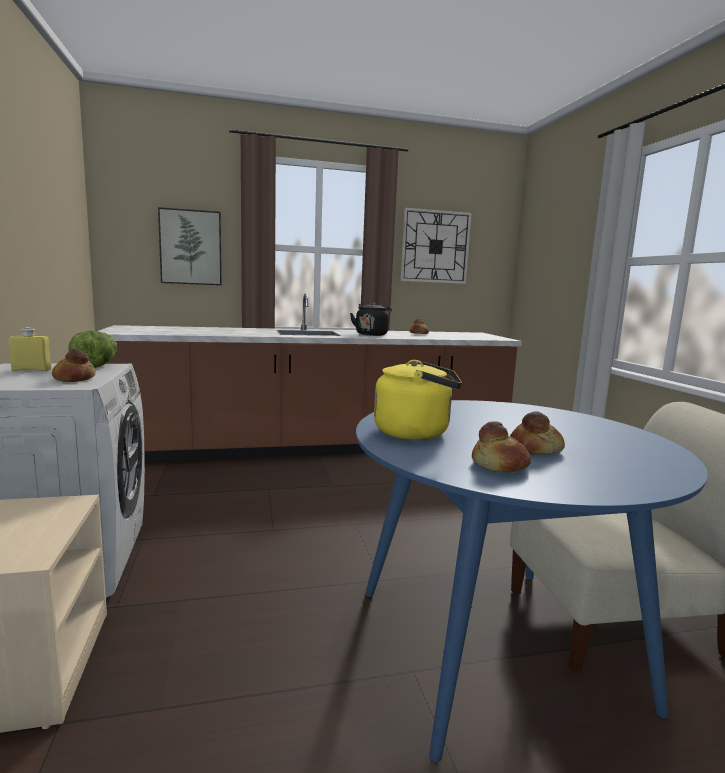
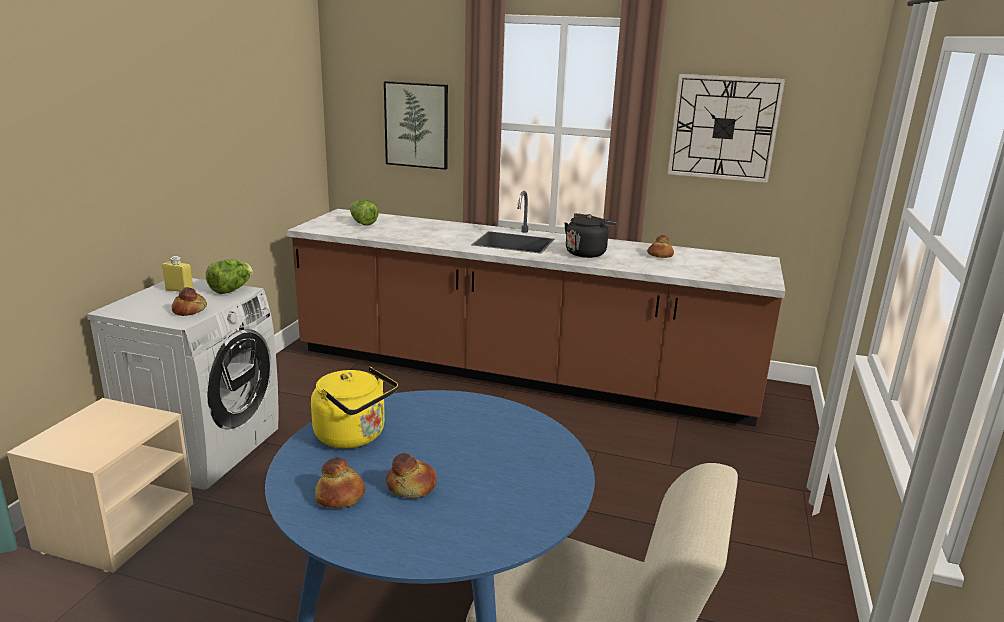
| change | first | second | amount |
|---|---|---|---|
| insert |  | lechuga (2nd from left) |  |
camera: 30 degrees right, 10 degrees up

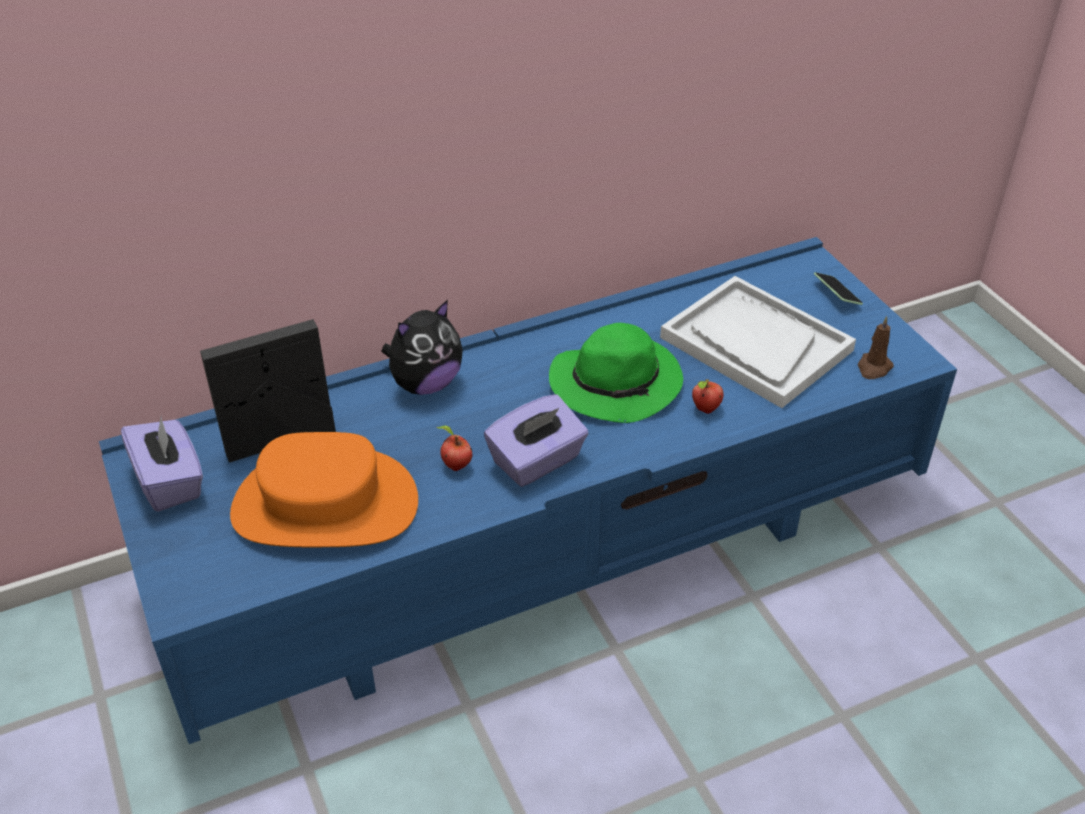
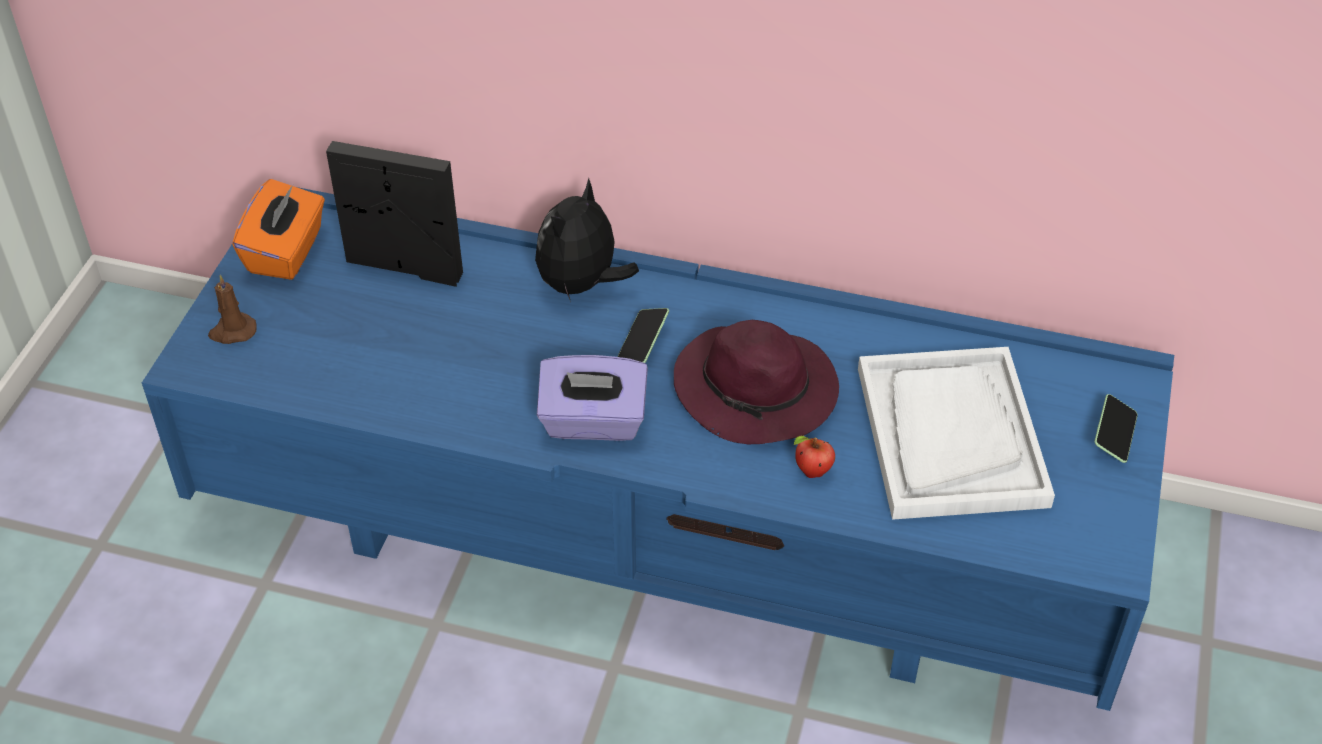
| change | first | second | amount |
|---|---|---|---|
| delete | sombrero (naranja) |  |  |
| delete | manzana (1st from left) |  |  |
| insert |  | móvil (1st from left) |  |
| move | vela (marrón) |  |  |
| recolor | caja de pañuelos (morado) (1st from left) | caja de pañuelos (naranja) |  |
| recolor | sombrero (verde) | sombrero (morado) |  |
| rotate | peluche |  | 120 degrees clockwise |
camera: 40 degrees right, 5 degrees up

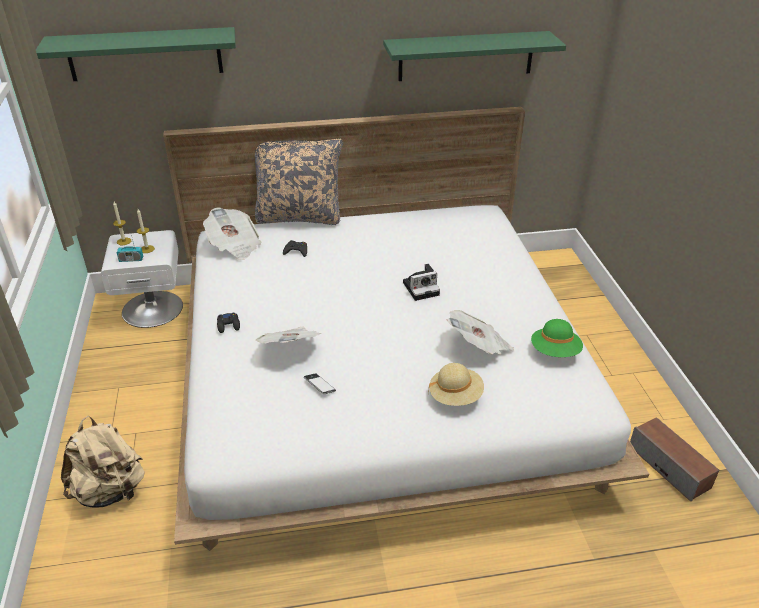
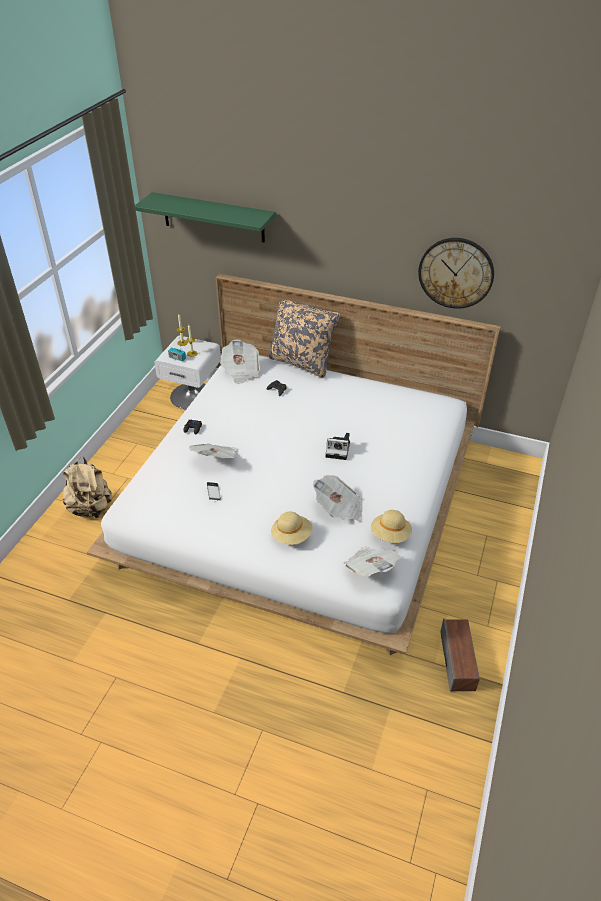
| change | first | second | amount |
|---|---|---|---|
| insert |  | periódico (4th from left) |  |
| replace | estante (verde) (2nd from left) | reloj de pared |  |
| recolor | sombrero (verde) | sombrero (beis) (2nd from left) |  |
camera: 30 degrees right, 5 degrees up

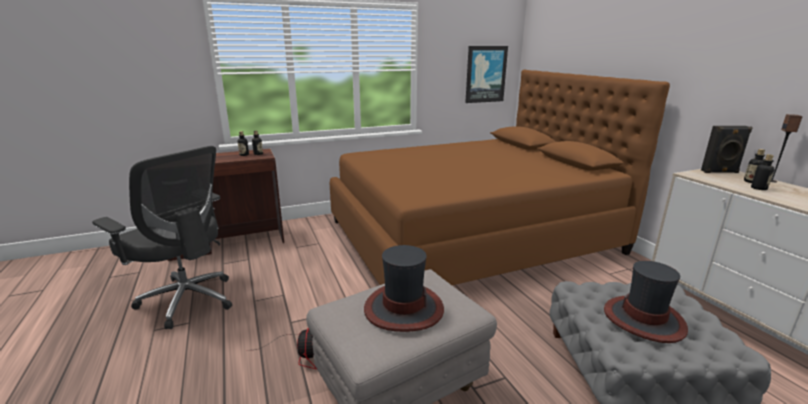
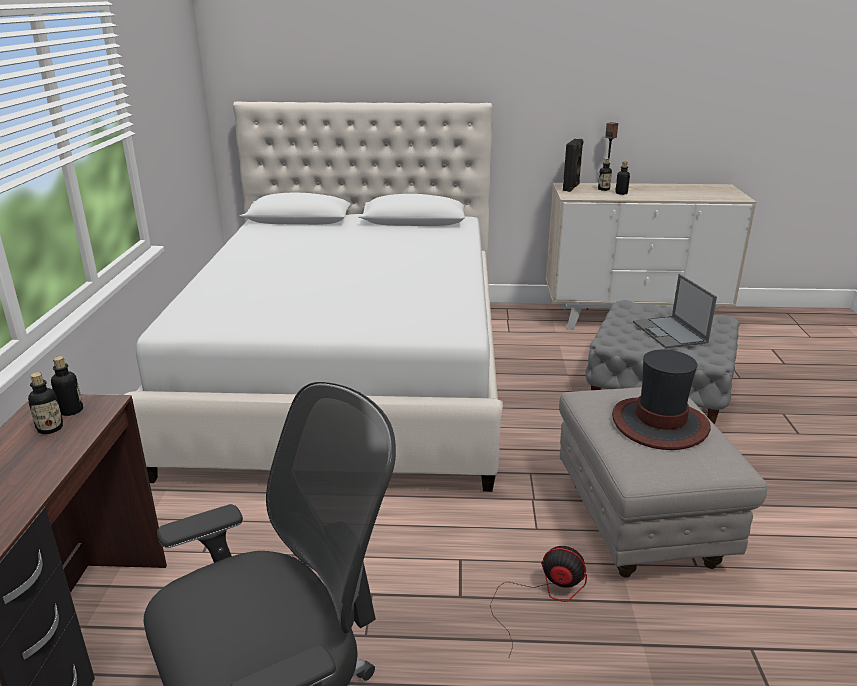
| change | first | second | amount |
|---|---|---|---|
| delete | cuadro |  |  |
| replace | sombrero (2nd from left) | portátil |  |
| recolor | cama (marrón) | cama (blanco) |  |
camera: 65 degrees left, 5 degrees up

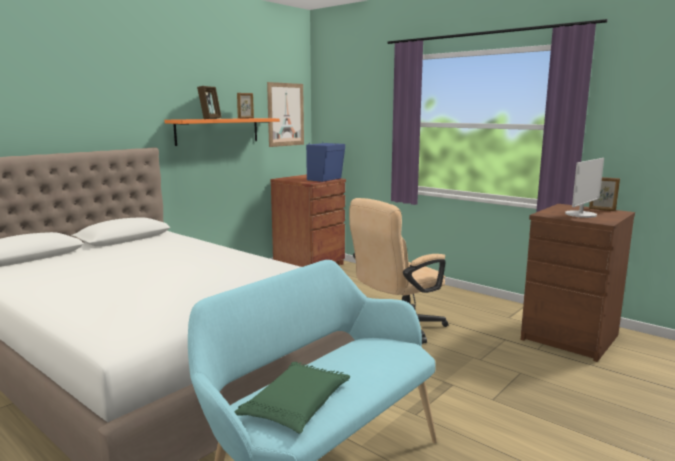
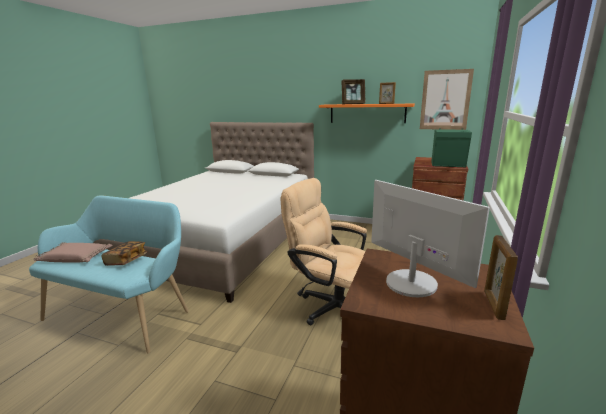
| change | first | second | amount |
|---|---|---|---|
| insert |  | libro |  |
| recolor | cojín (verde) | cojín (beis) |  |
| recolor | altavoz (azul) | altavoz (verde) |  |
| rotate | monitor |  | 150 degrees counterclockwise |
camera: 70 degrees right, 5 degrees up

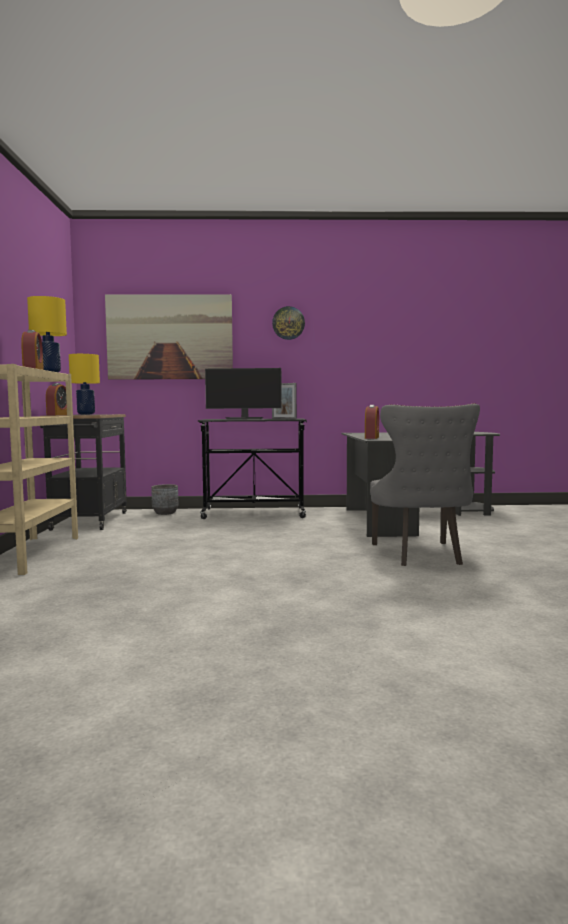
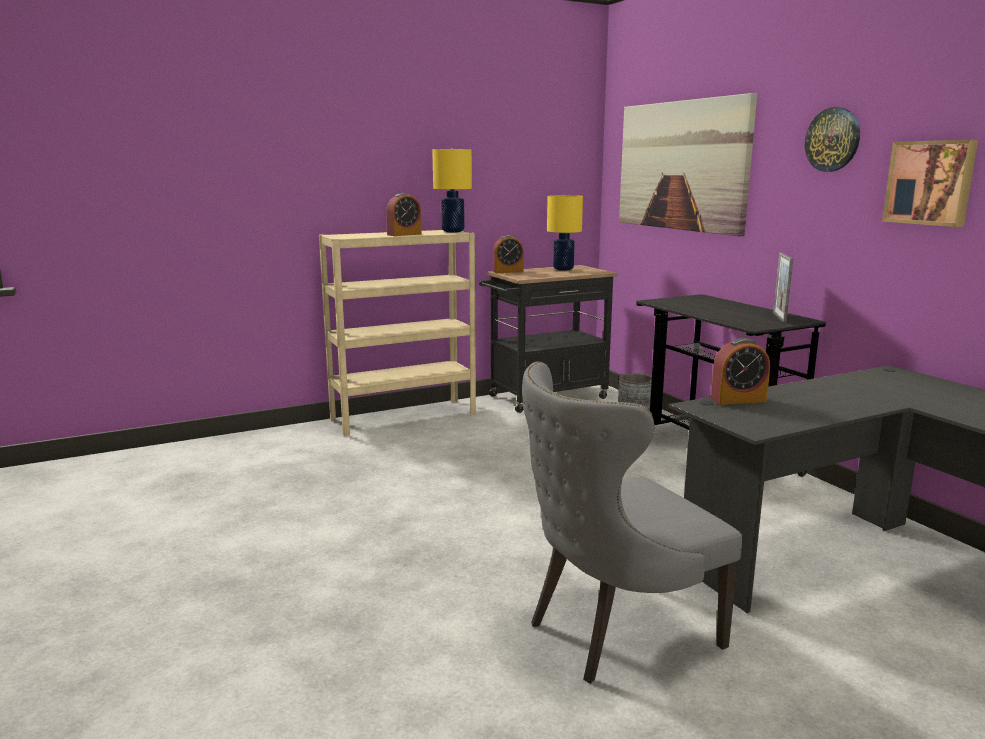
| change | first | second | amount |
|---|---|---|---|
| delete | monitor |  |  |
| insert |  | cuadro (2nd from left) |  |
camera: 65 degrees right, 10 degrees up

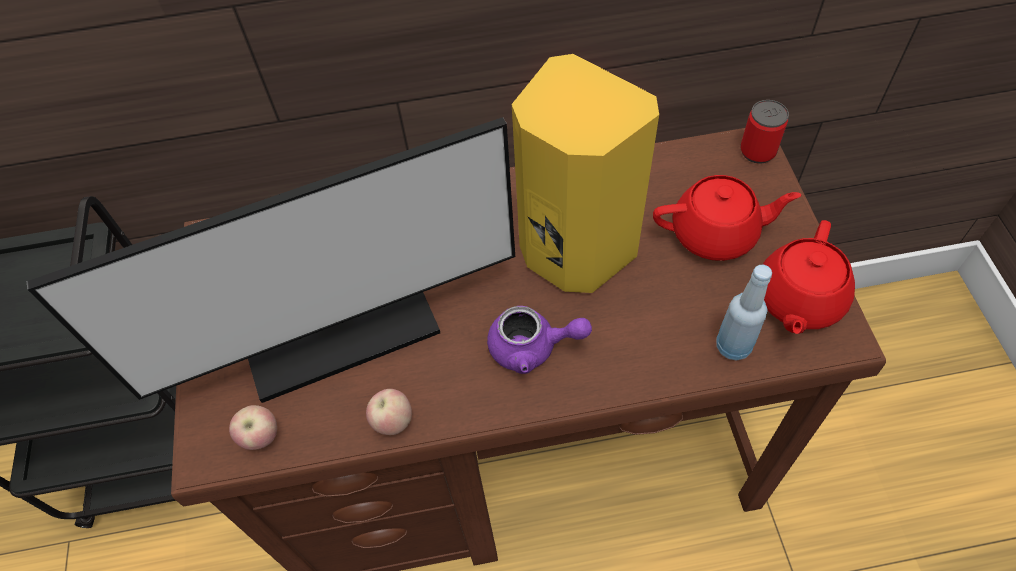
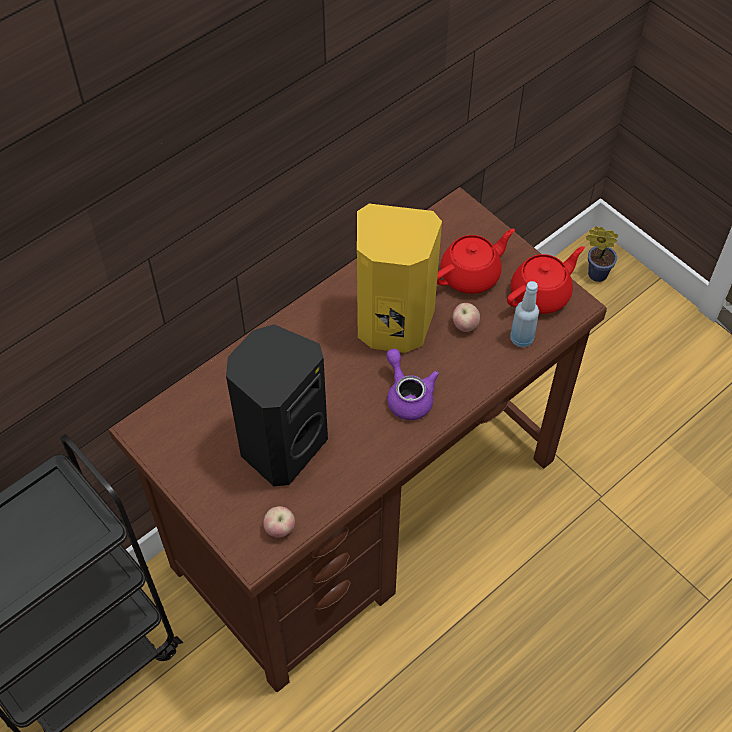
| change | first | second | amount |
|---|---|---|---|
| delete | lata |  |  |
| insert |  | planta en maceta |  |
| move | manzana (2nd from left) |  |  |
| replace | monitor | altavoz (negro) |  |
| rotate | tetera (morado) |  | 90 degrees counterclockwise |
| rotate | tetera (rojo) (2nd from left) |  | 120 degrees counterclockwise |
camera: 35 degrees left, 0 degrees up

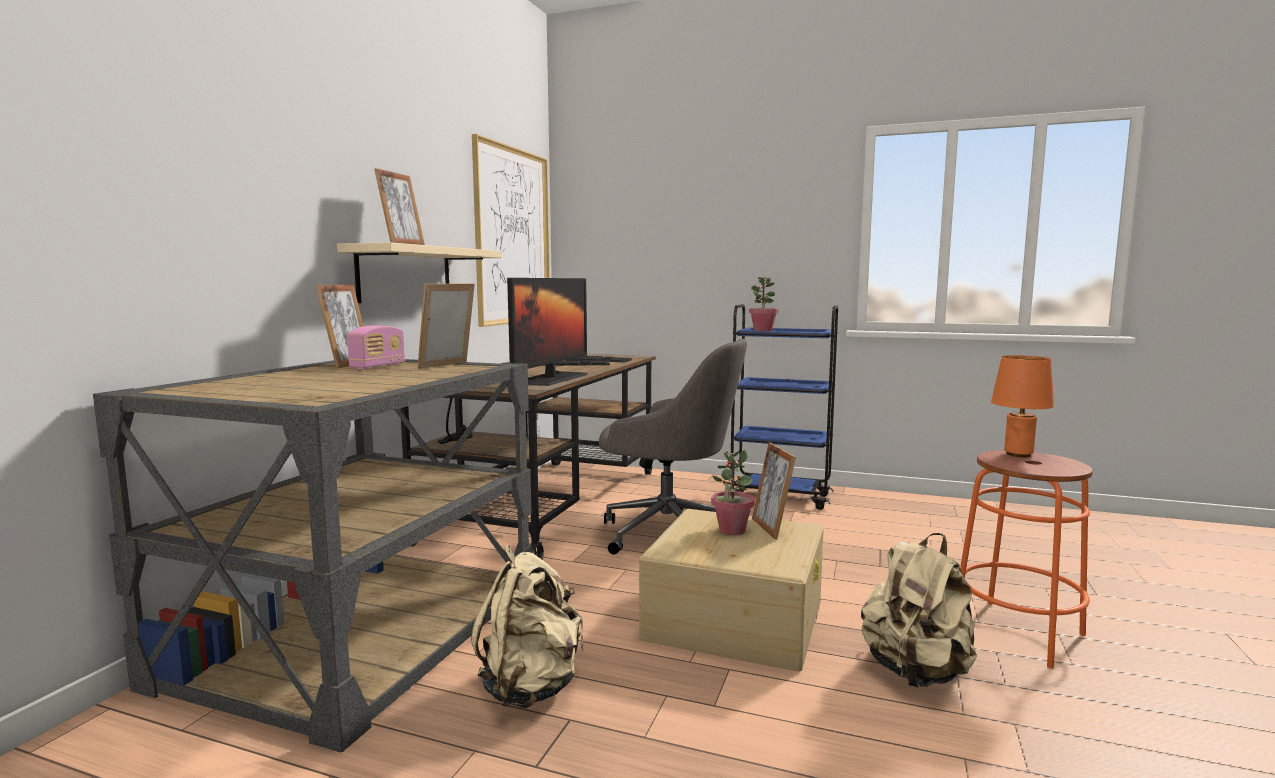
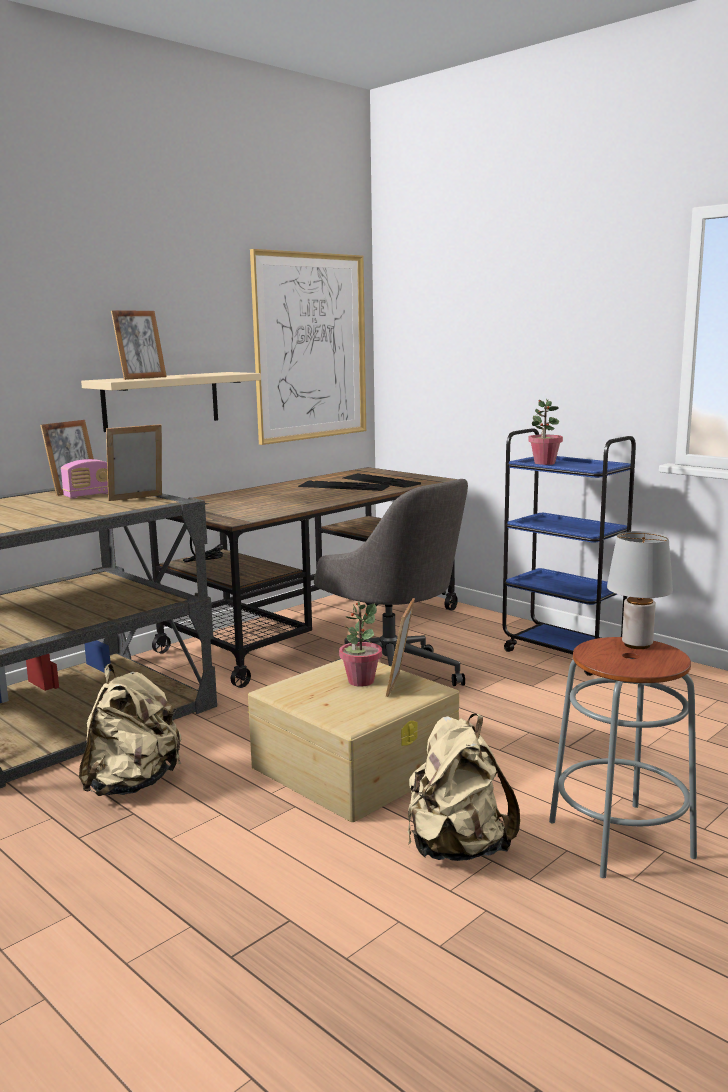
| change | first | second | amount |
|---|---|---|---|
| delete | monitor |  |  |
| recolor | taburete (naranja) | taburete (gris) |  |
| recolor | lámpara de mesa (naranja) | lámpara de mesa (gris) |  |
camera: 25 degrees right, 5 degrees up

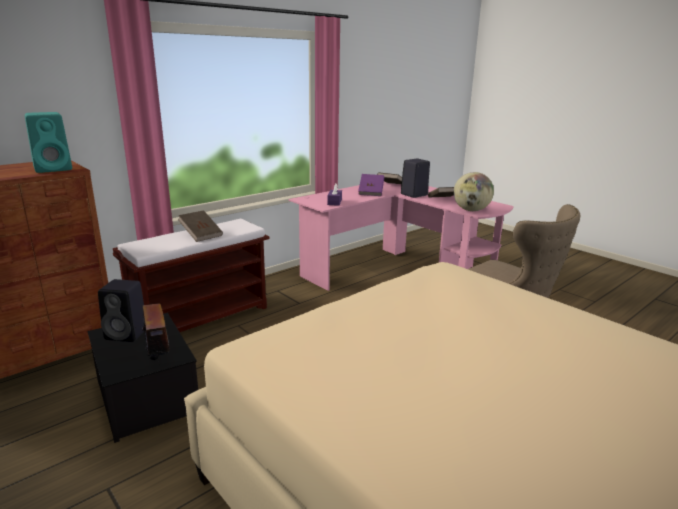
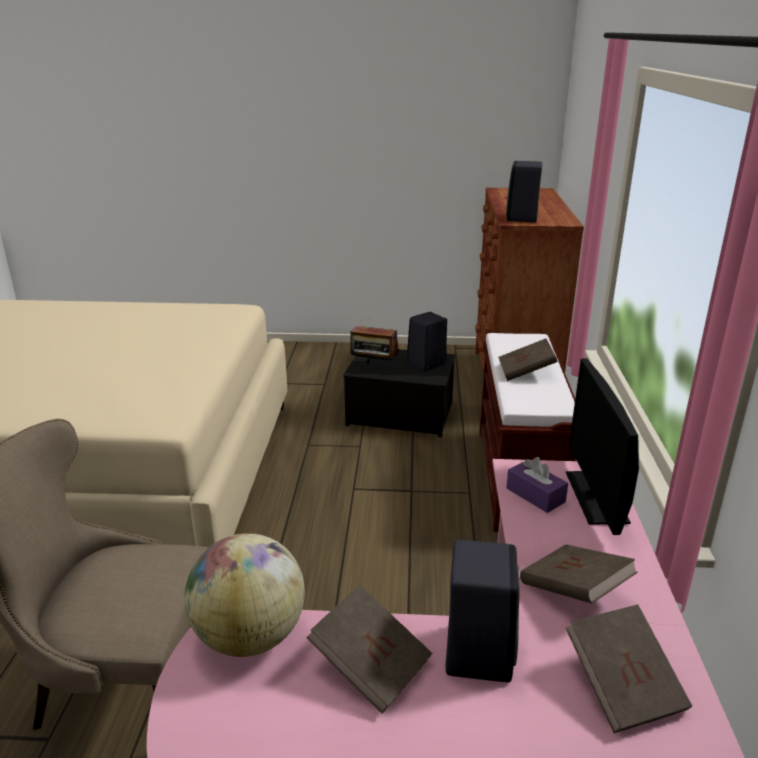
| change | first | second | amount |
|---|---|---|---|
| insert |  | monitor |  |
| recolor | altavoz (turquesa) | altavoz (negro) (3rd from left) |  |
| recolor | libro (morado) | libro (marrón) (3rd from left) |  |
camera: 135 degrees right, 5 degrees up

